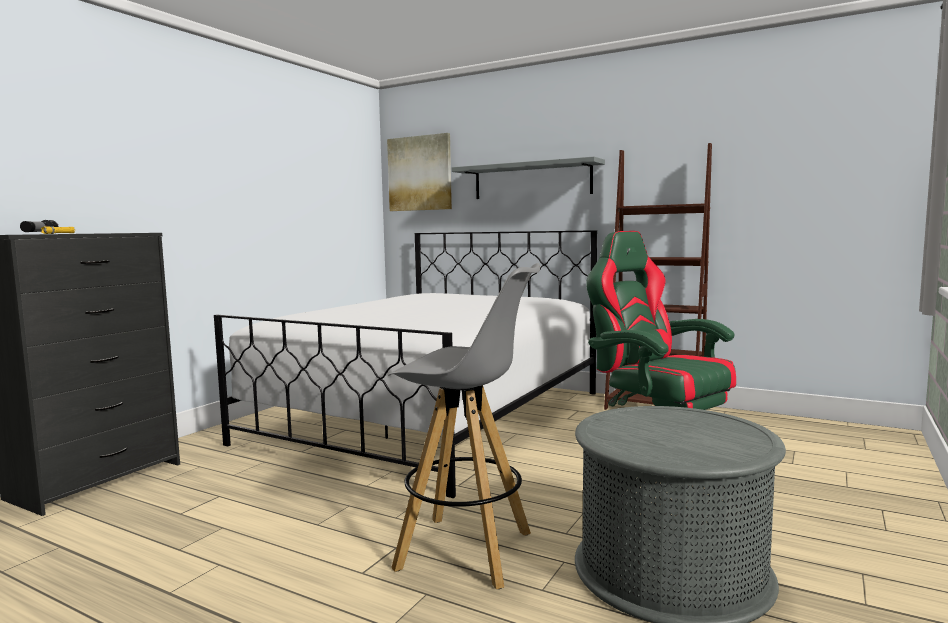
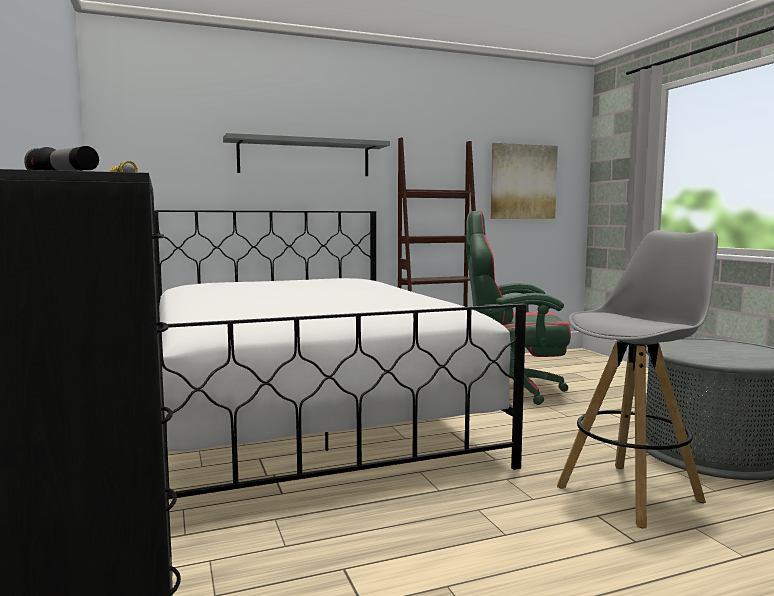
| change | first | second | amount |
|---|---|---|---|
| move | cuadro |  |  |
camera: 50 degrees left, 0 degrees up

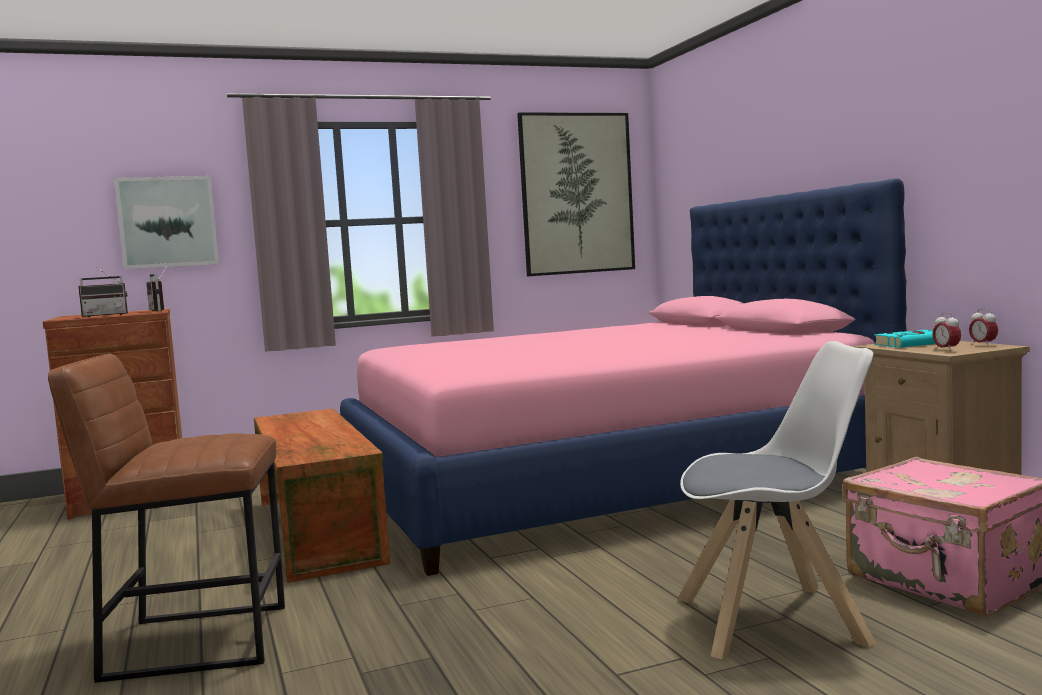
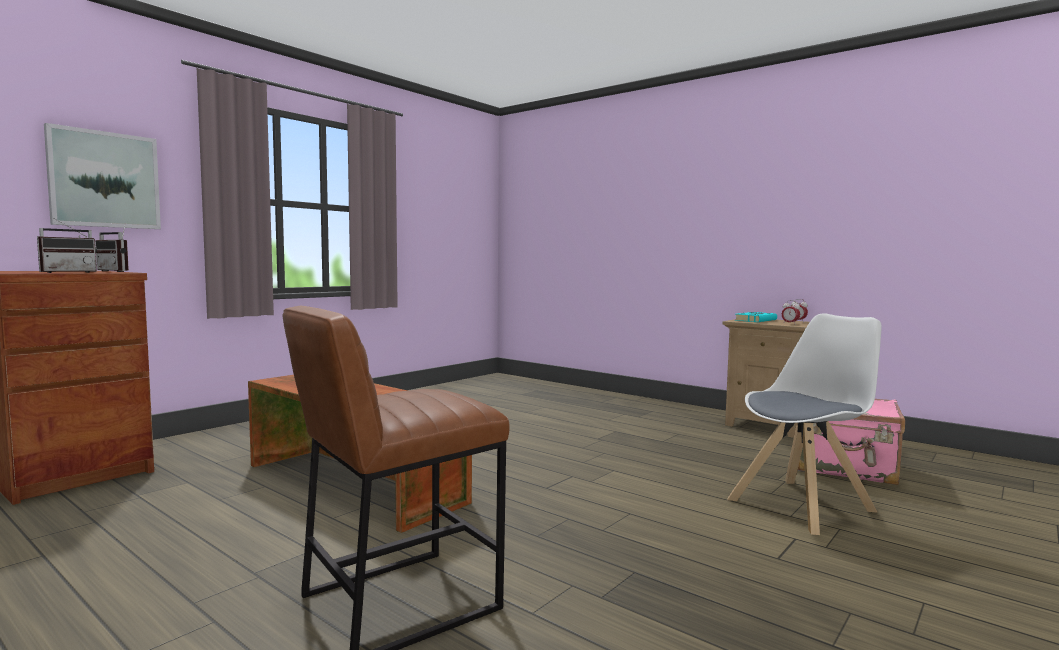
| change | first | second | amount |
|---|---|---|---|
| delete | cama (rosa) |  |  |
| delete | cuadro (2nd from left) |  |  |
camera: 30 degrees left, 0 degrees up

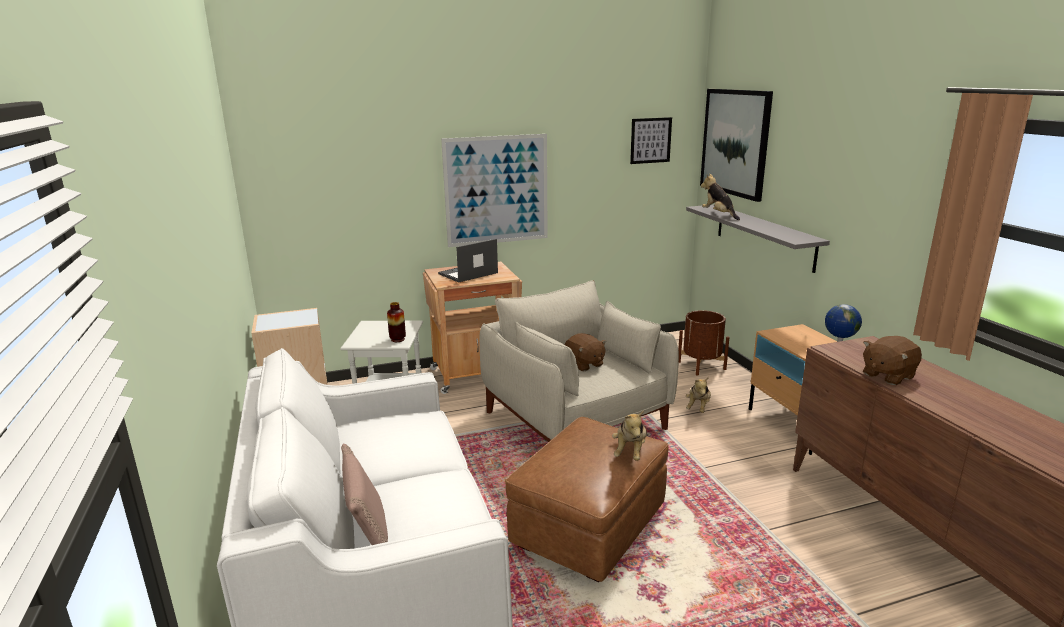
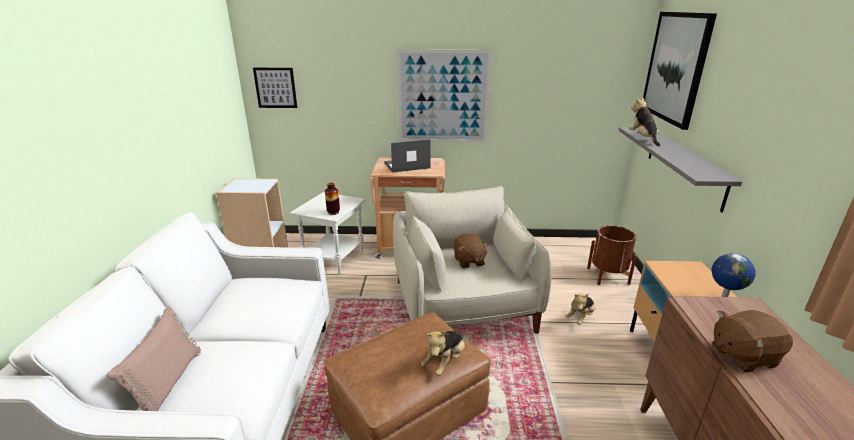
| change | first | second | amount |
|---|---|---|---|
| move | cuadro (2nd from left in the first image) | cuadro (1st from left) |  |
camera: 20 degrees right, 5 degrees up

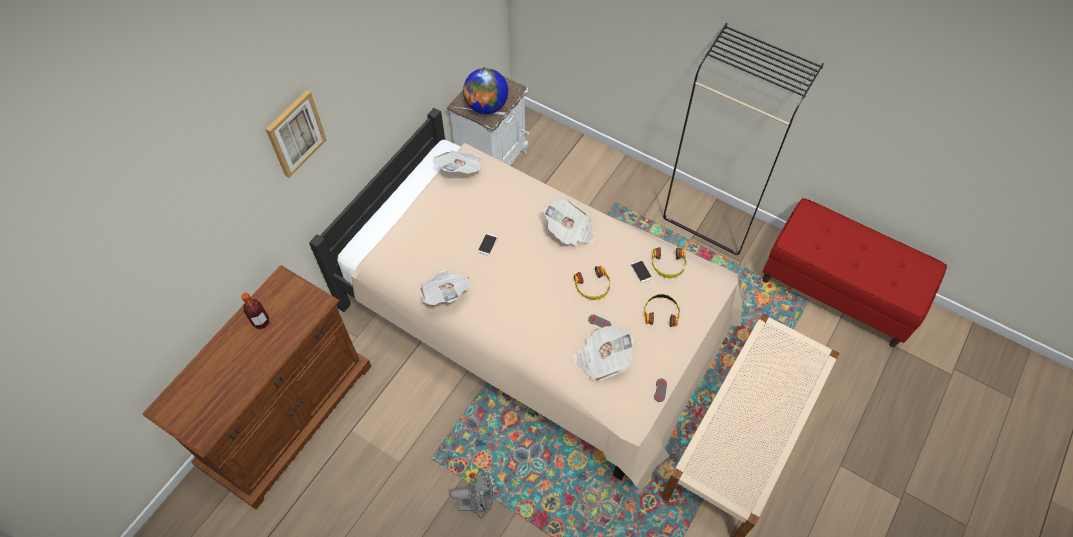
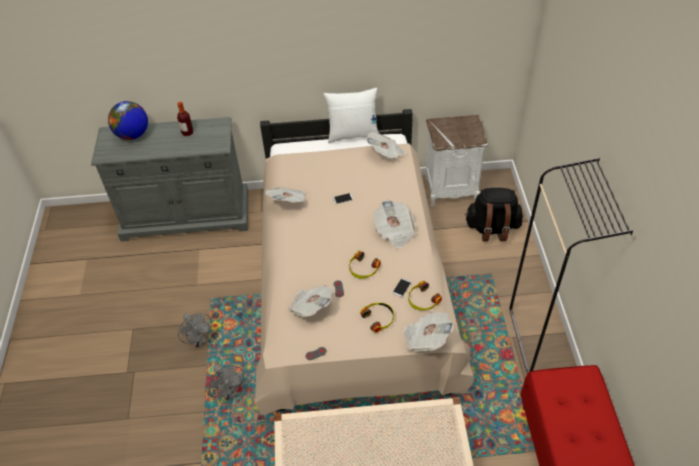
| change | first | second | amount |
|---|---|---|---|
| delete | cuadro |  |  |
| insert |  | ventilador (gris) (2nd from left) |  |
| insert |  | cojín (blanco) |  |
| insert |  | periódico (5th from left) |  |
| insert |  | mochila (negro) |  |
| move | globo terráqueo |  |  |
| recolor | cómoda (marrón) | cómoda (gris) |  |
camera: 55 degrees right, 10 degrees down

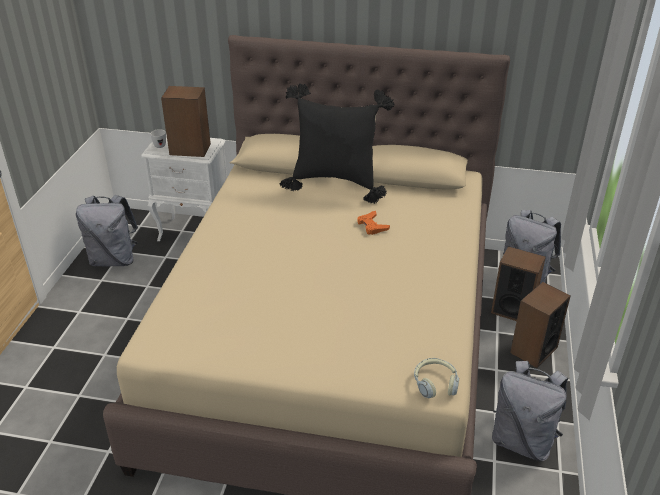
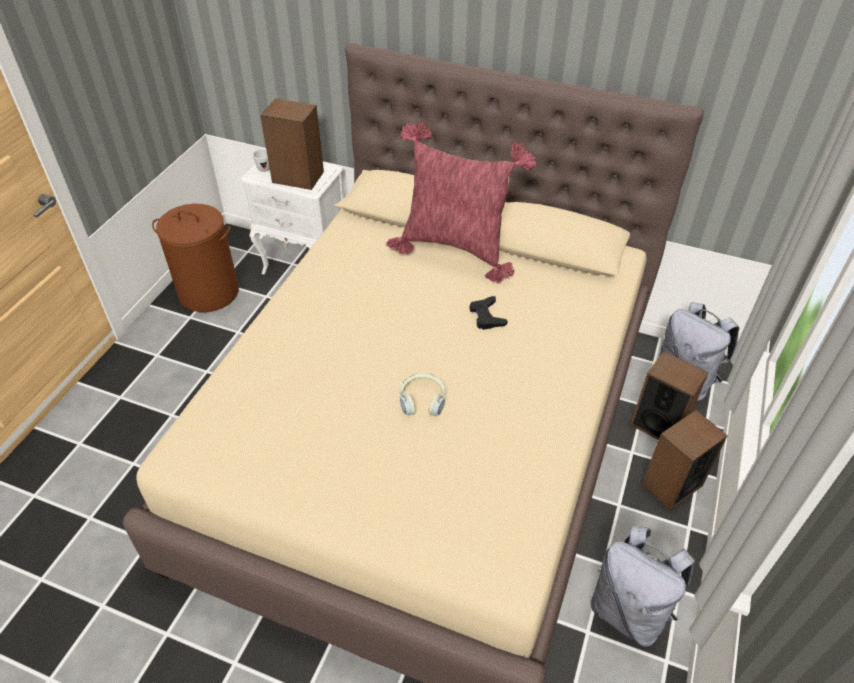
| change | first | second | amount |
|---|---|---|---|
| move | auriculares |  |  |
| replace | mochila (gris) (1st from left) | cesto de la ropa (marrón) |  |
| recolor | cojín (negro) | cojín (rojo) |  |
| recolor | mando de consola (naranja) | mando de consola (negro) |  |
camera: 10 degrees right, 10 degrees up

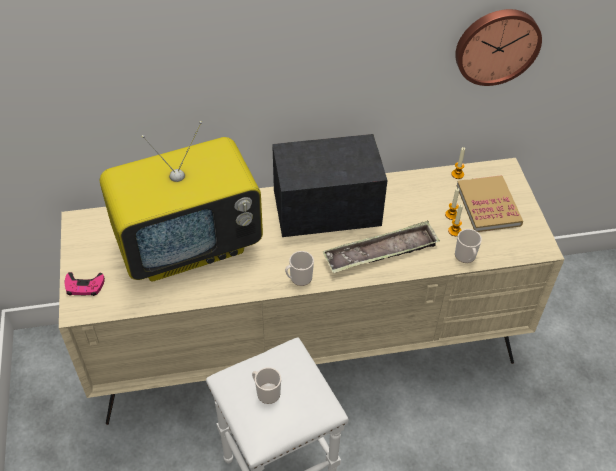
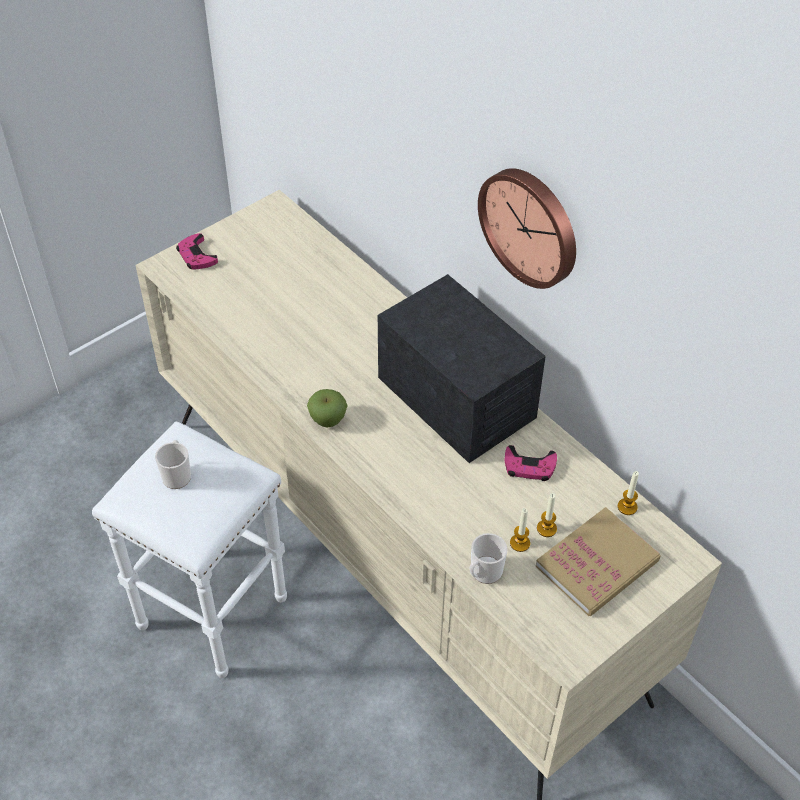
| change | first | second | amount |
|---|---|---|---|
| delete | televisor |  |  |
| delete | bandeja |  |  |
| insert |  | mando de consola (rosa) (2nd from left) |  |
| move | reloj de pared |  |  |
| replace | taza grande (2nd from left) | manzana |  |
camera: 60 degrees right, 0 degrees up

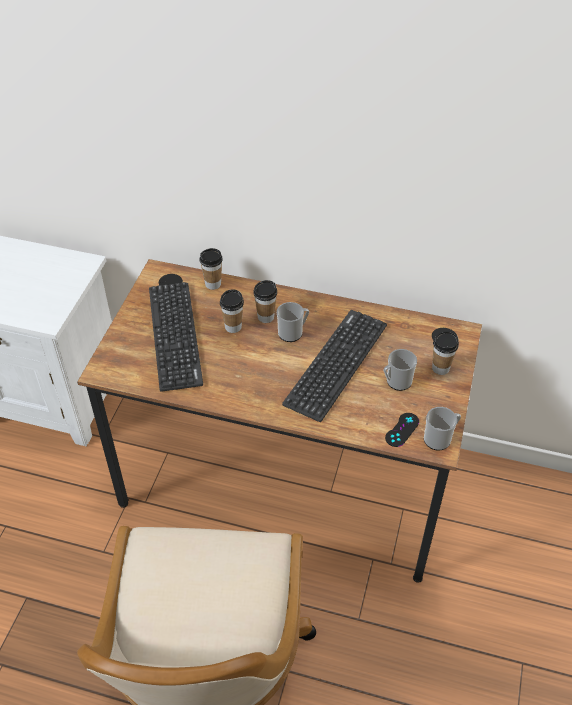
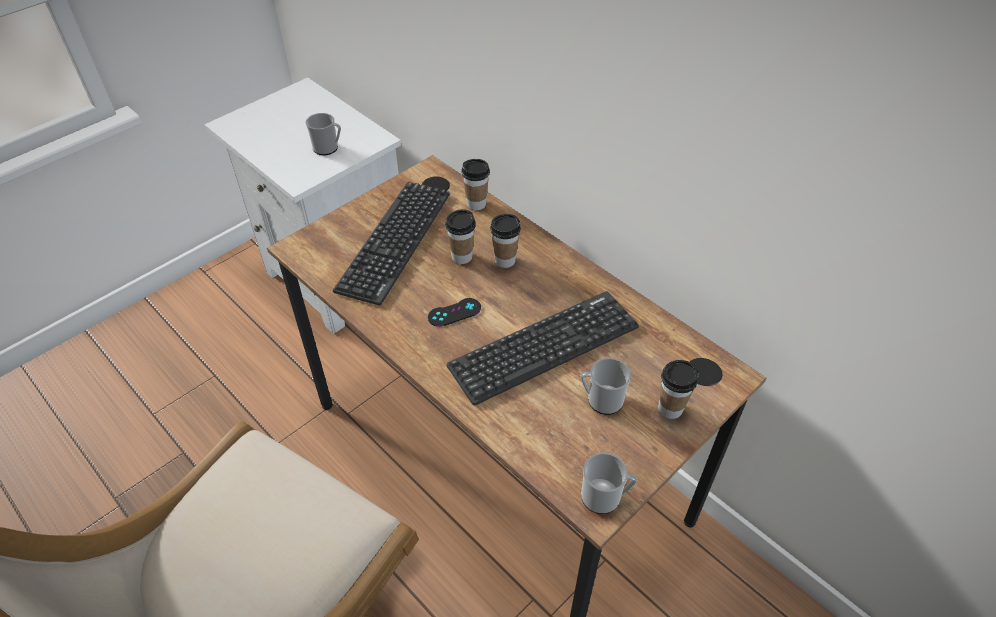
| change | first | second | amount |
|---|---|---|---|
| move | taza grande (1st from left) |  |  |
| move | mando de consola (negro) |  |  |
camera: 30 degrees right, 0 degrees up

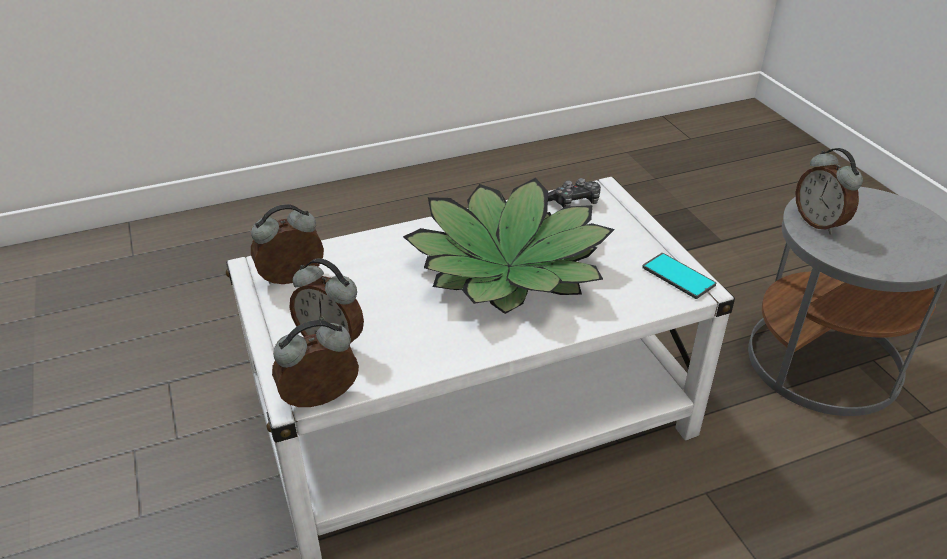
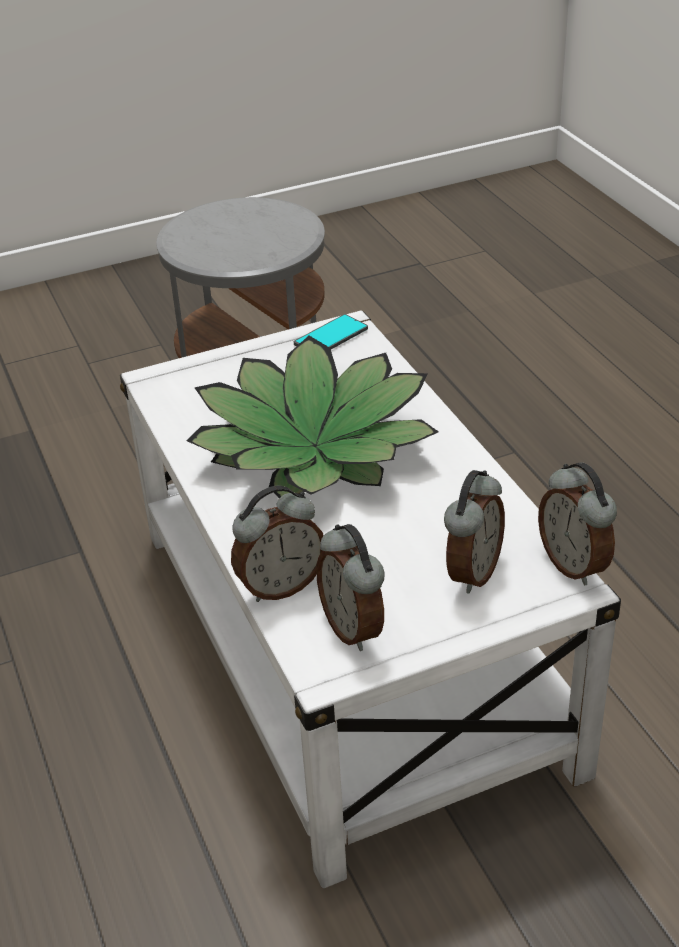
| change | first | second | amount |
|---|---|---|---|
| delete | mando de consola |  |  |
| move | despertador (4th from left in the first image) | despertador (1st from left) |  |
camera: 90 degrees left, 0 degrees up

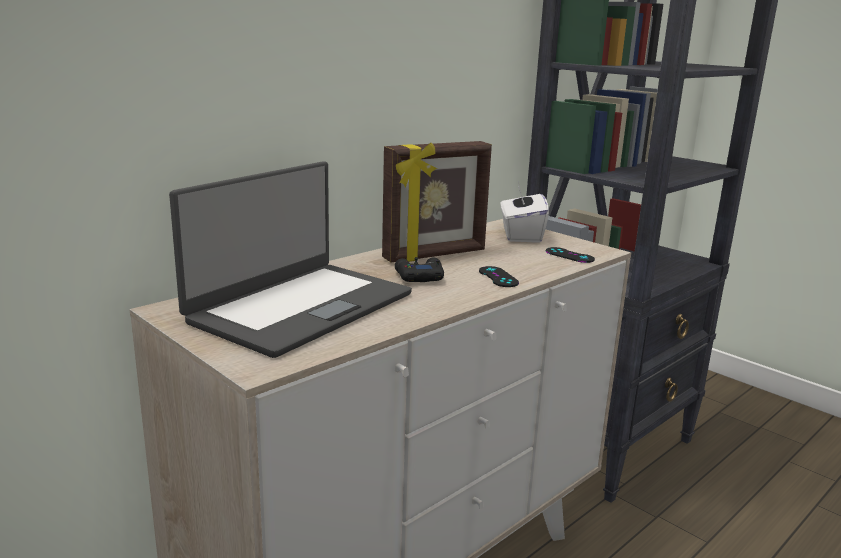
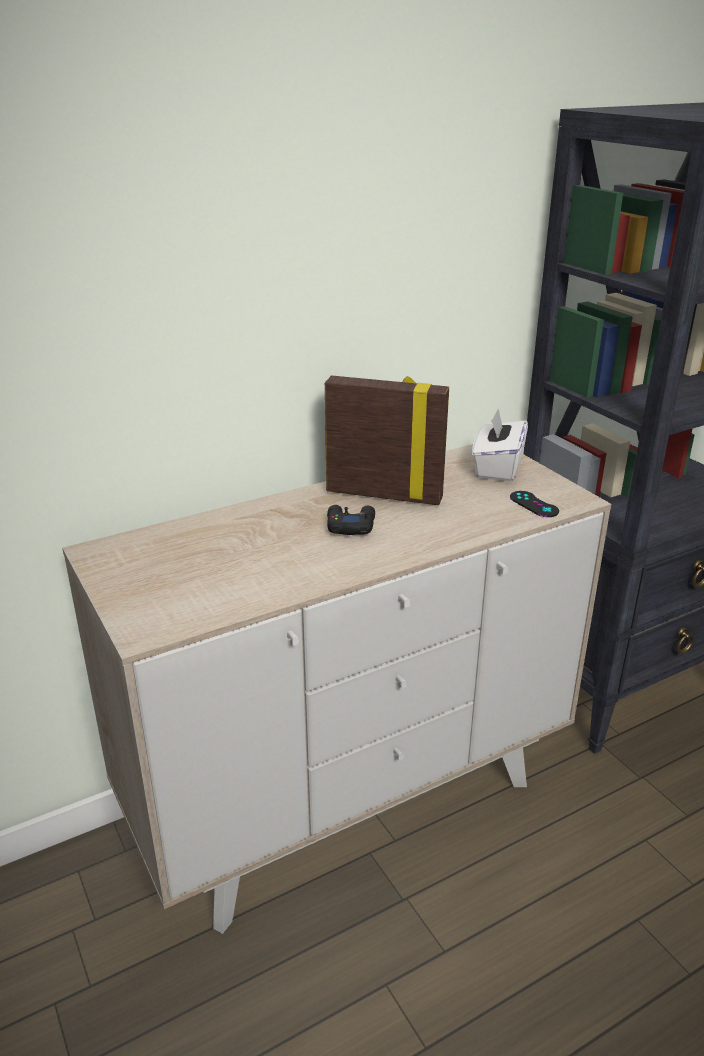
| change | first | second | amount |
|---|---|---|---|
| delete | portátil |  |  |
| delete | mando de consola (negro) (2nd from left) |  |  |
| rotate | portarretratos |  | 150 degrees counterclockwise |
camera: 15 degrees right, 10 degrees up

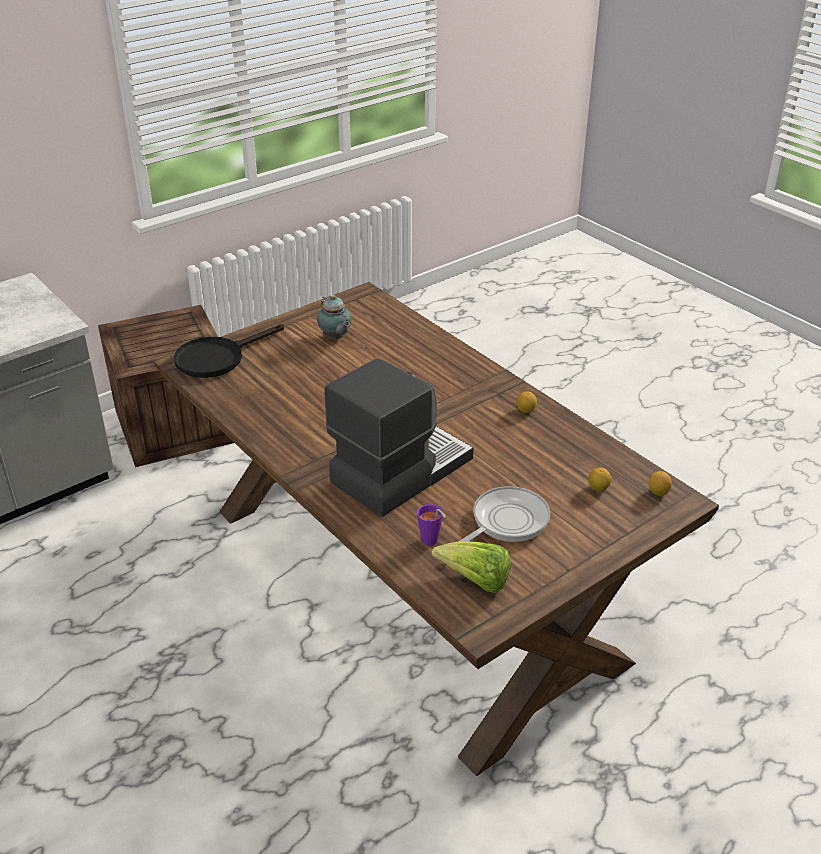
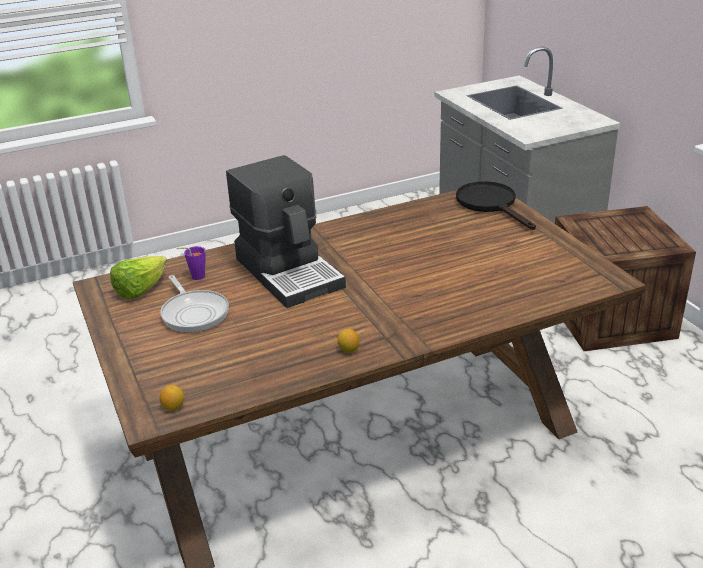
| change | first | second | amount |
|---|---|---|---|
| delete | tetera |  |  |
| delete | limón (2nd from left) |  |  |
camera: 105 degrees right, 5 degrees down

